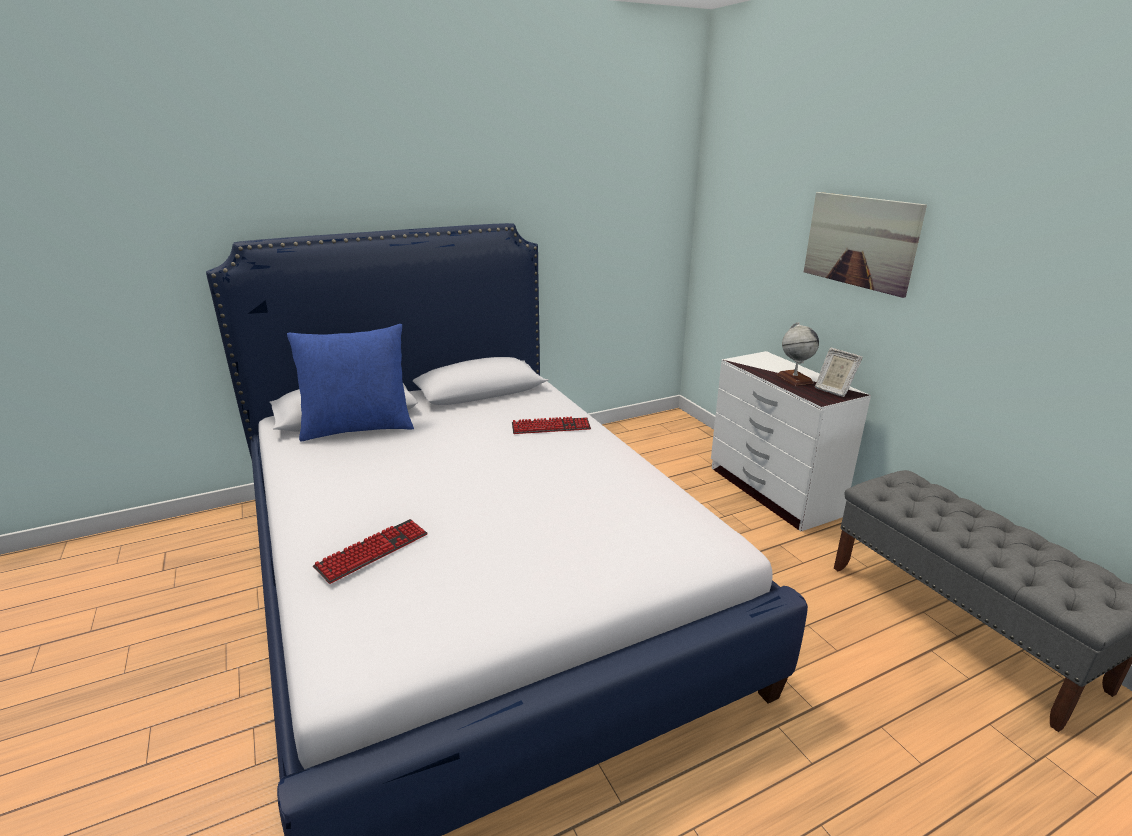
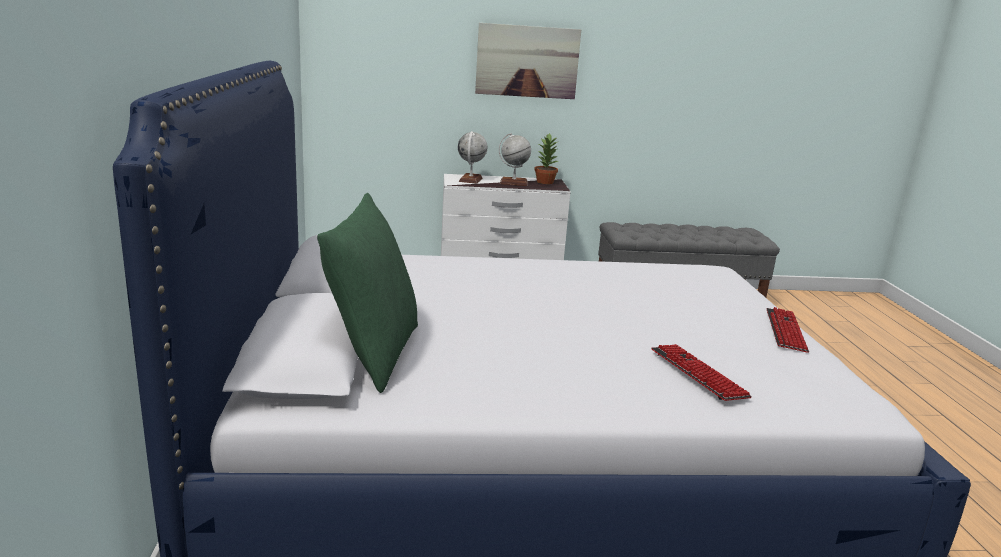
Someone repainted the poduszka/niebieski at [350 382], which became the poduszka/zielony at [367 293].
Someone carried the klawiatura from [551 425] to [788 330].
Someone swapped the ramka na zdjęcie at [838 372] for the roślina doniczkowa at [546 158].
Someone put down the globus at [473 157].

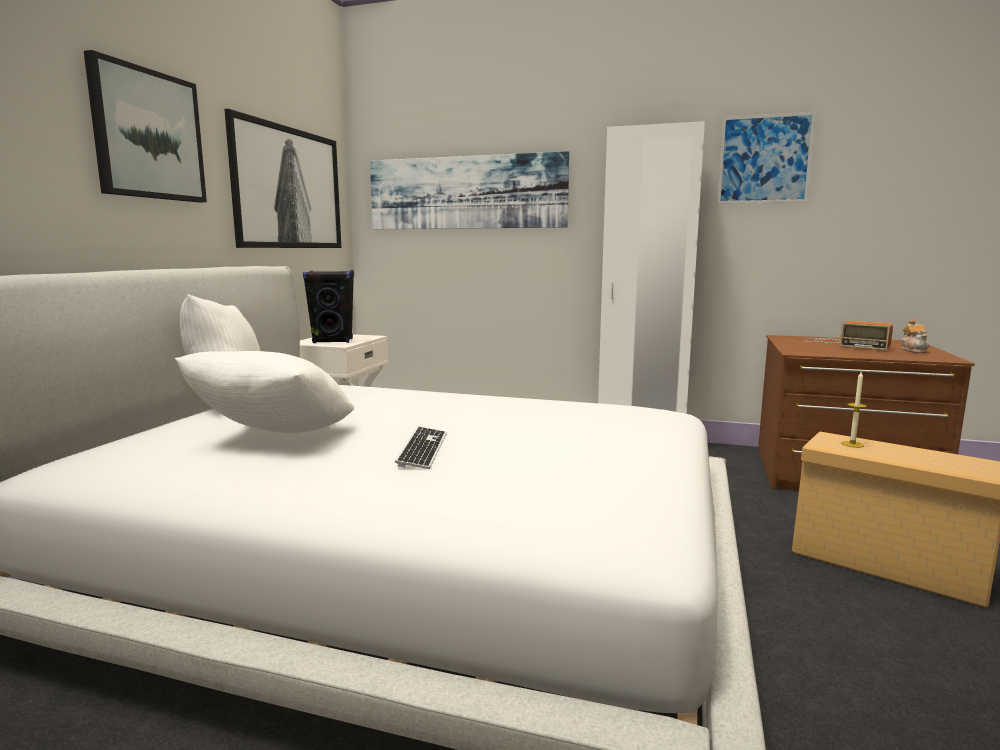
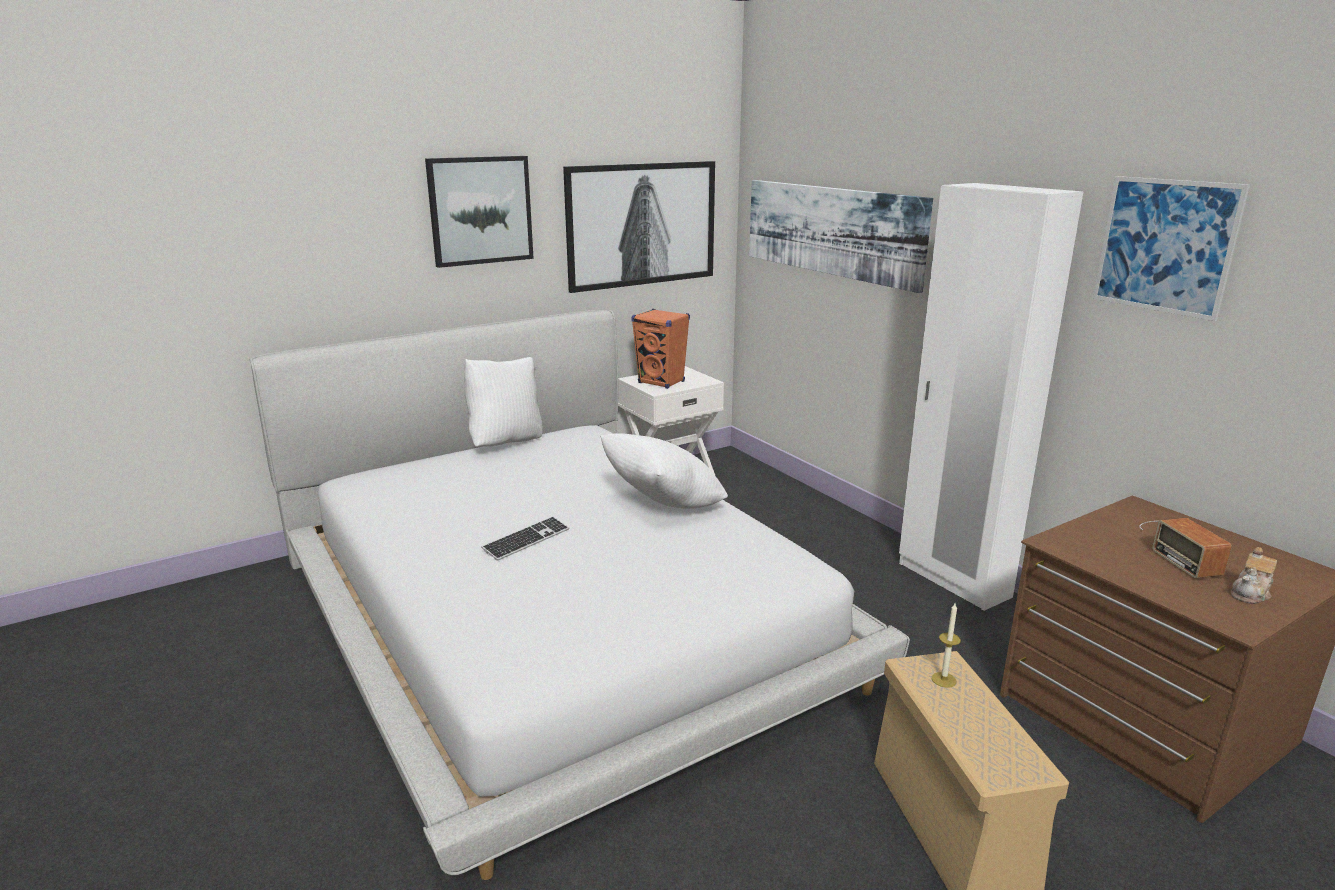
Someone carried the poduszka/biały from [264 392] to [664 471].
Someone repainted the głośnik/czarny at [328 306], which became the głośnik/pomarańczowy at [660 349].

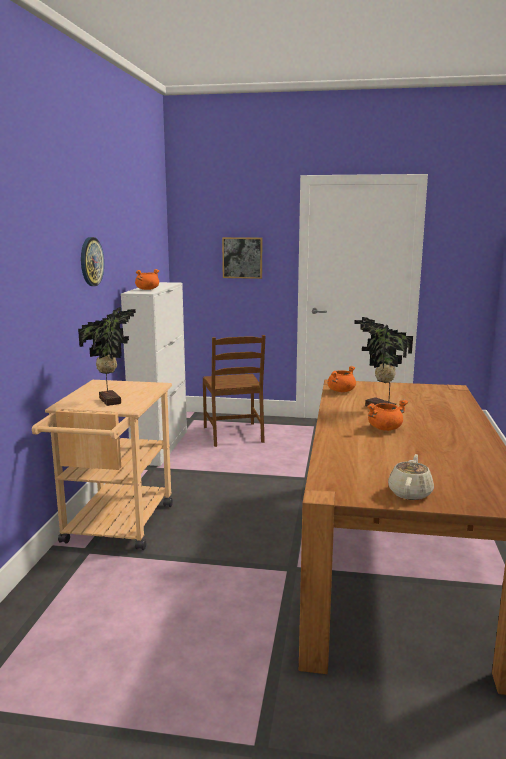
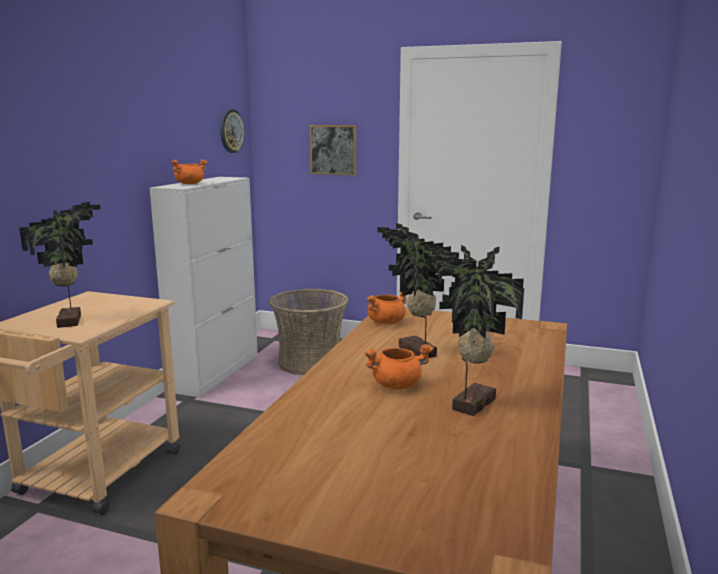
Someone carried the zegar ścienny from [92 261] to [232 131].
Someone swapped the krzesło/brązowy at [234 391] for the koszyk at [309 332].
Someone took away the imbryk/beżowy at [411 477].
Someone put down the roślina doniczkowa at [475 330].

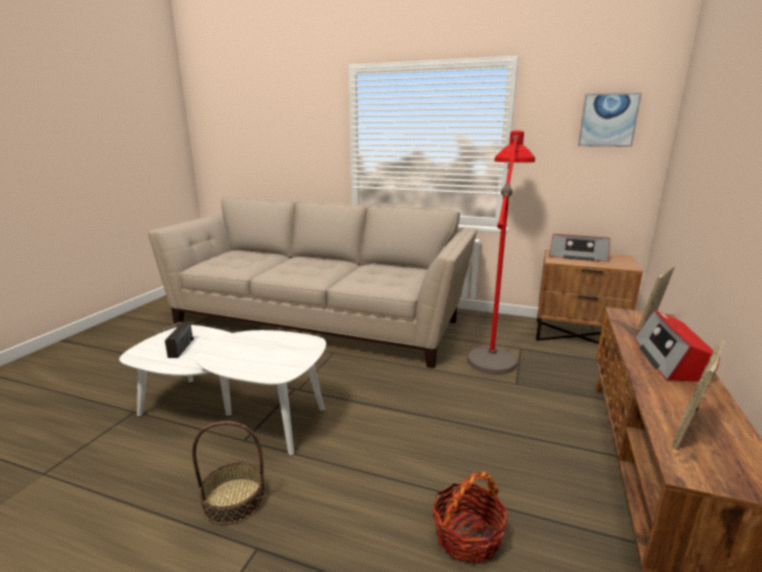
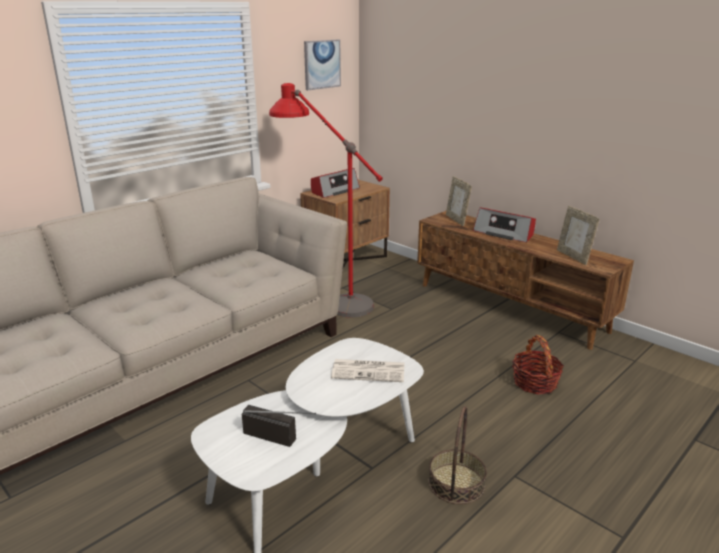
Someone put down the gazeta at [368 370].

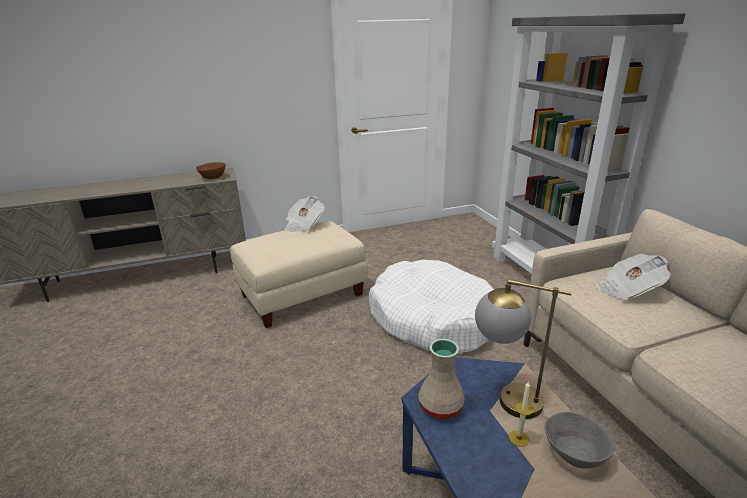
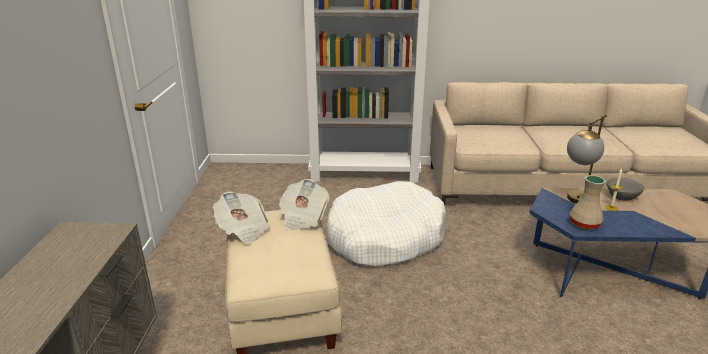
Someone took away the miska/brązowy at [211 170].
Someone carried the gazeta from [633 277] to [304 205].

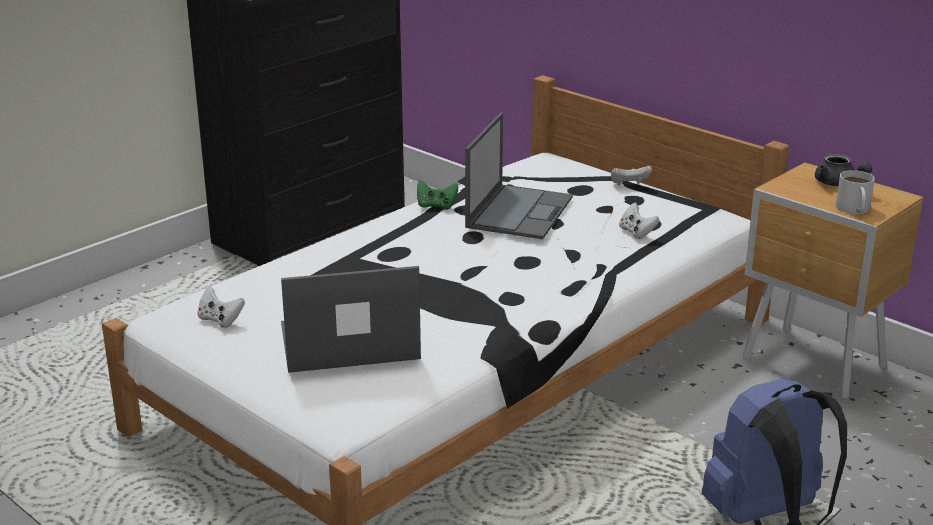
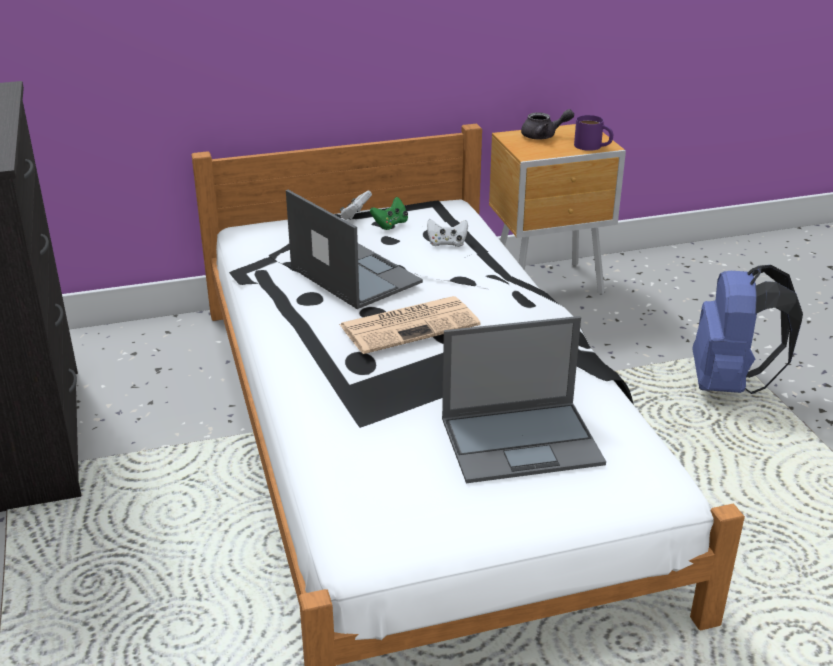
Someone took away the pad do gier/biały at [221 307].
Someone rotated the laptop at [351 319] by 120 degrees counterclockwise.
Someone carried the pad do gier/zielony from [437 195] to [389 213].
Someone repainted the kubek/biały at [855 192], which became the kubek/fioletowy at [593 133].
Someone put down the gazeta at [409 325].

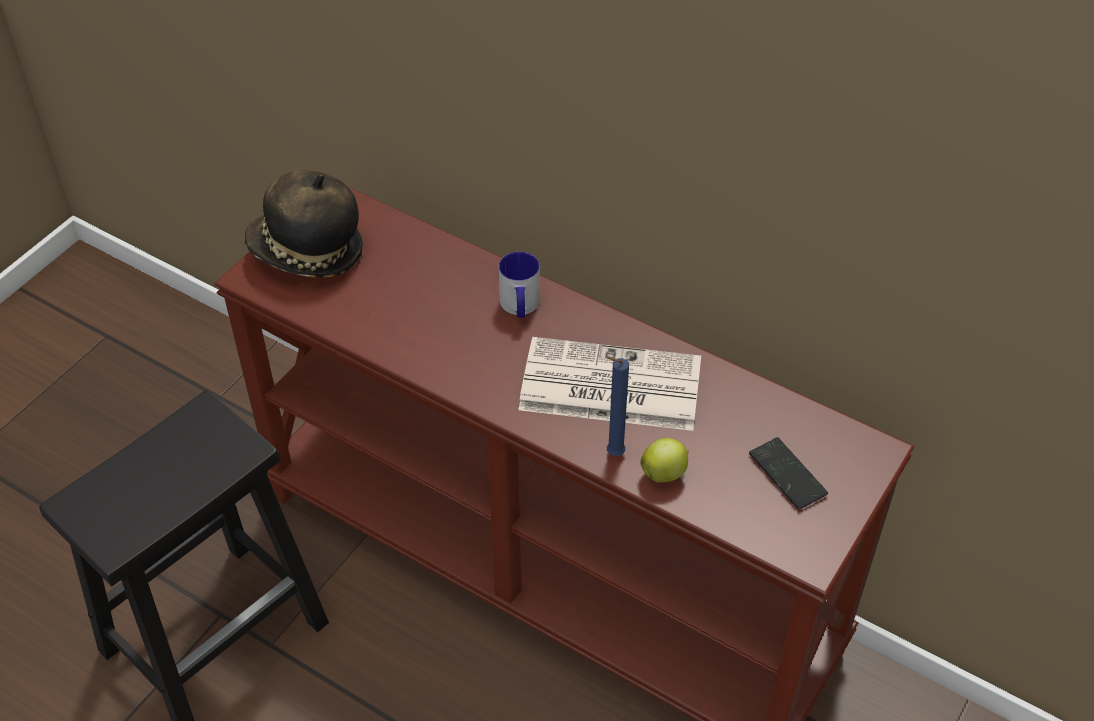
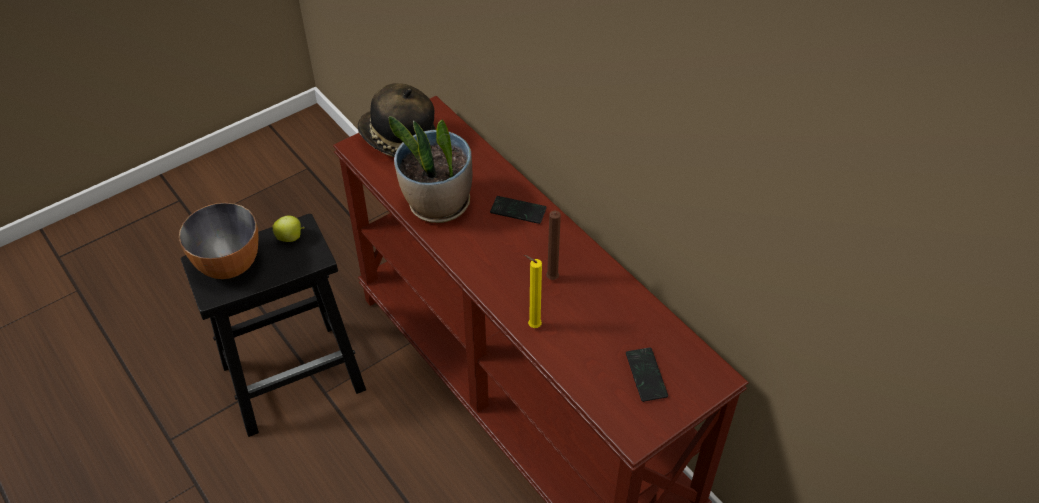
Someone swapped the kubek at [519 285] for the telefon at [518 210].
Someone swapped the gazeta at [610 384] for the świeca/brązowy at [553 245].
Someone repainted the świeca/niebieski at [617 406], which became the świeca/żółty at [533 291].
Someone carried the jabłko from [665 460] to [288 229].
Someone put down the miska at [219 241].
Someone put down the roślina doniczkowa at [430 169].

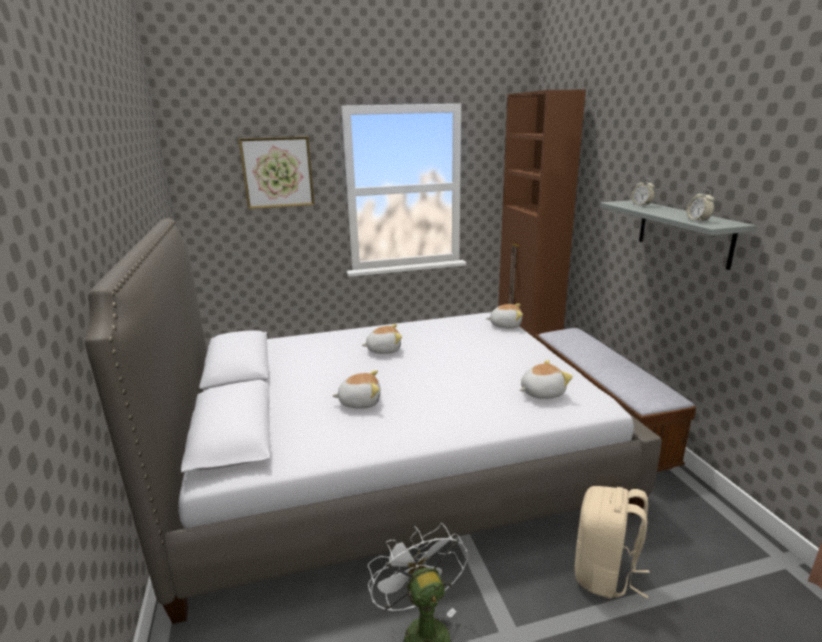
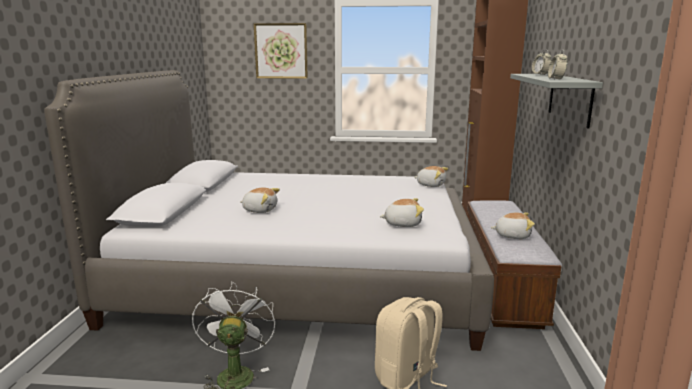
Someone carried the pluszak from [381 339] to [513 225].

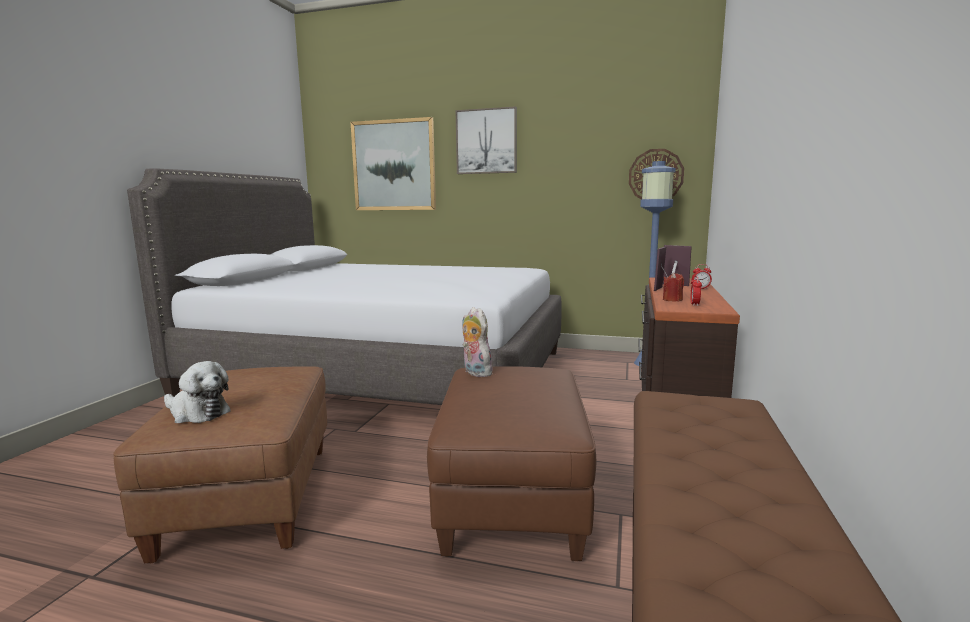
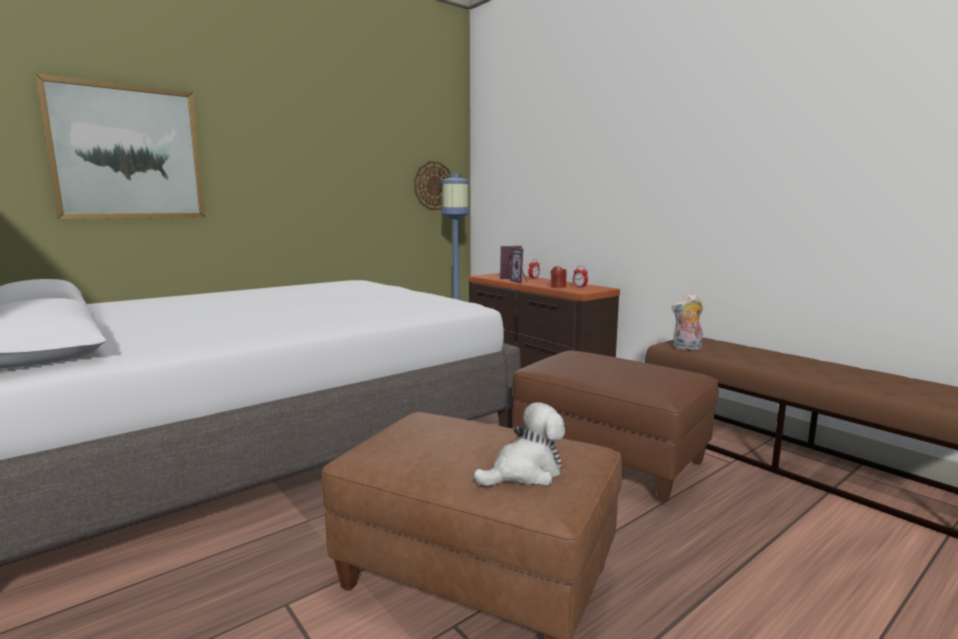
Someone took away the obraz at [486 140].
Someone carried the pluszak from [477 342] to [687 322].

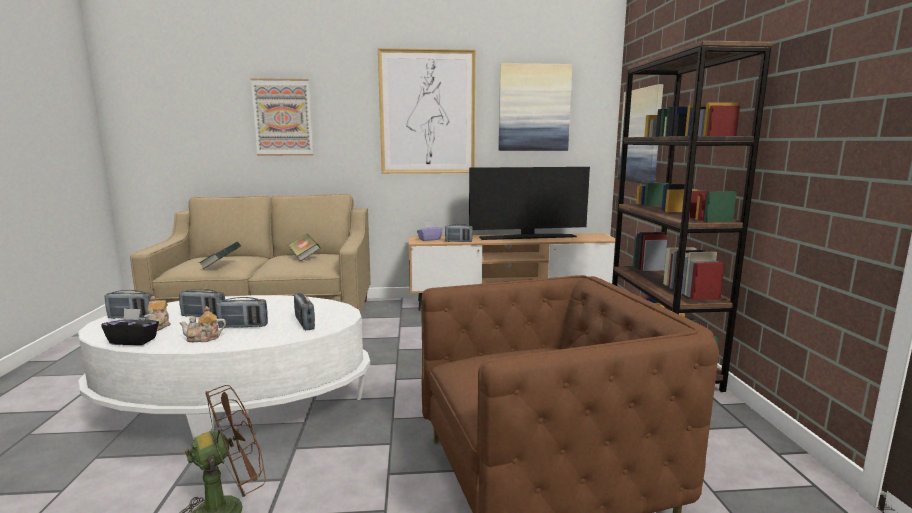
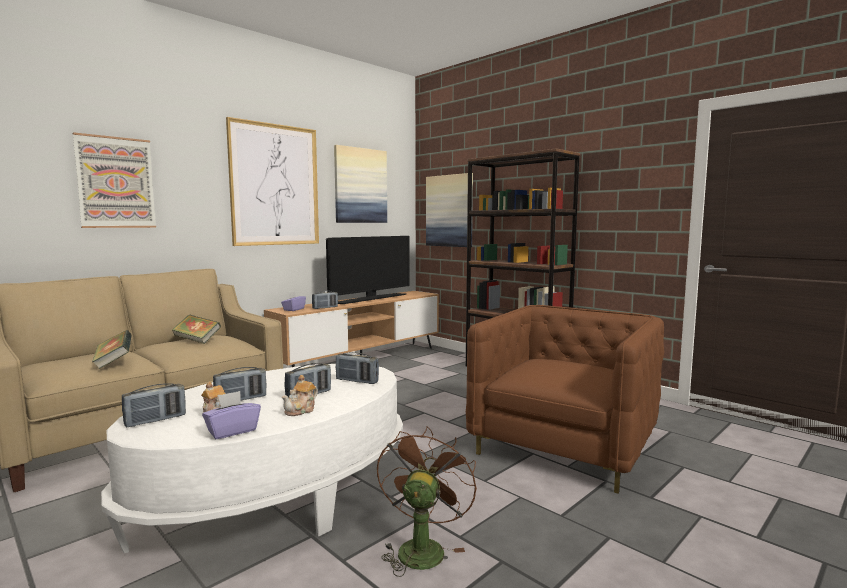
Someone repainted the pudełko chusteczek/czarny at [130 326], which became the pudełko chusteczek/fioletowy at [231 415].

